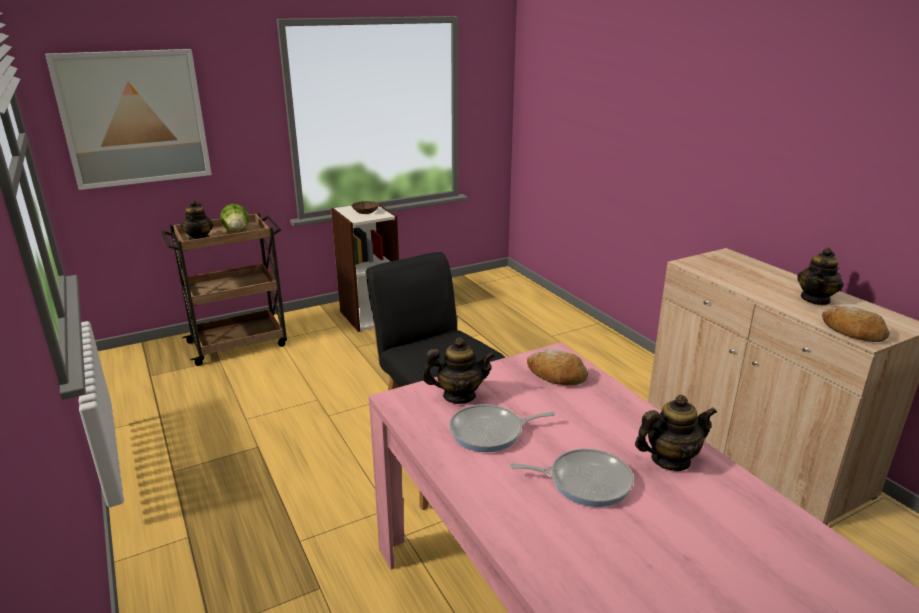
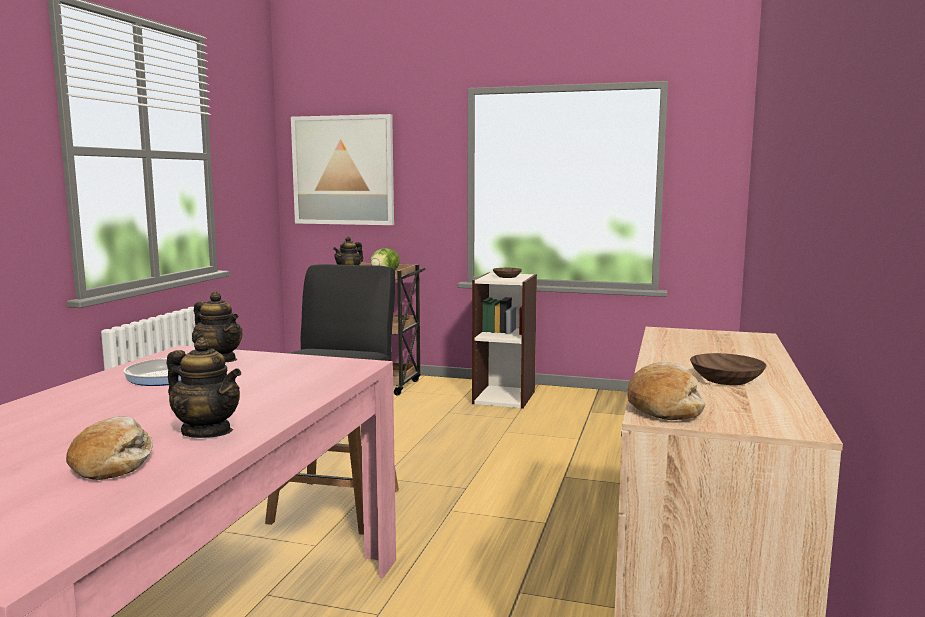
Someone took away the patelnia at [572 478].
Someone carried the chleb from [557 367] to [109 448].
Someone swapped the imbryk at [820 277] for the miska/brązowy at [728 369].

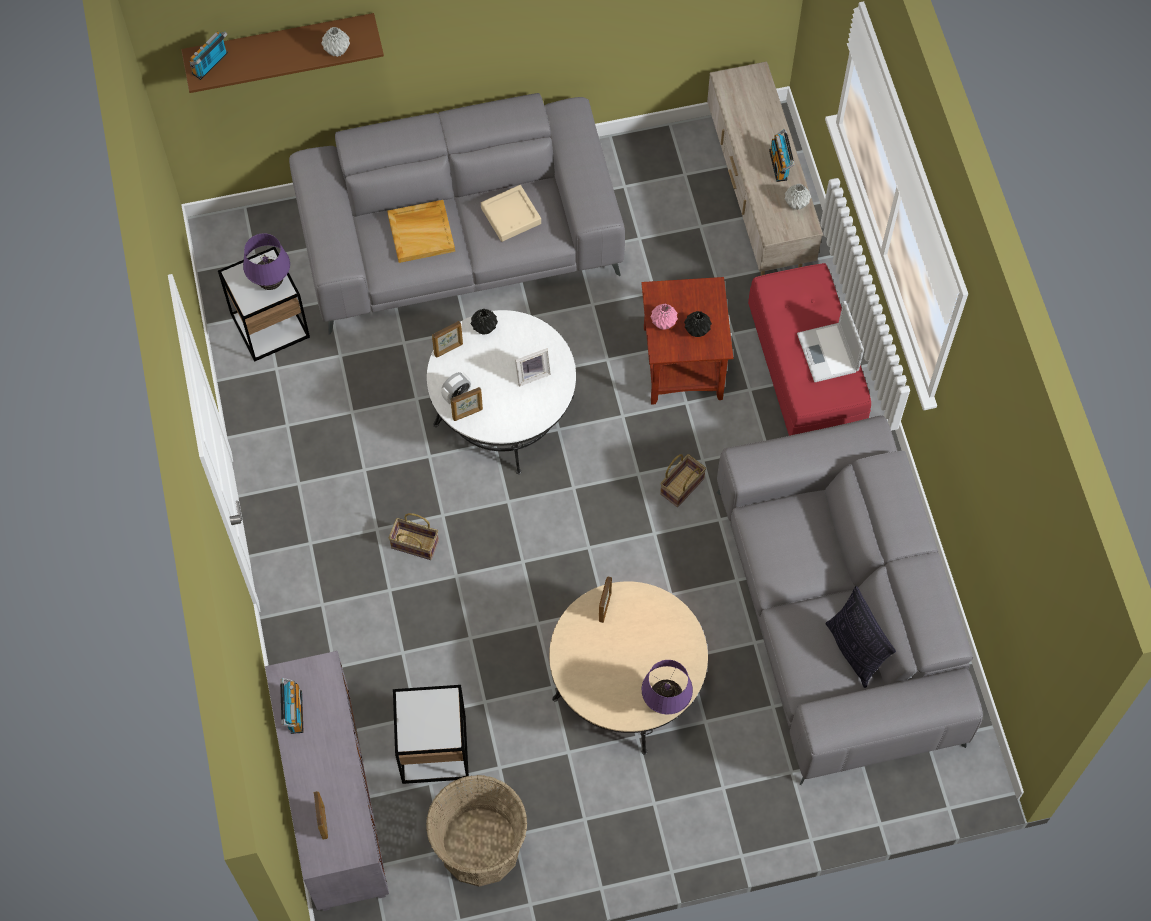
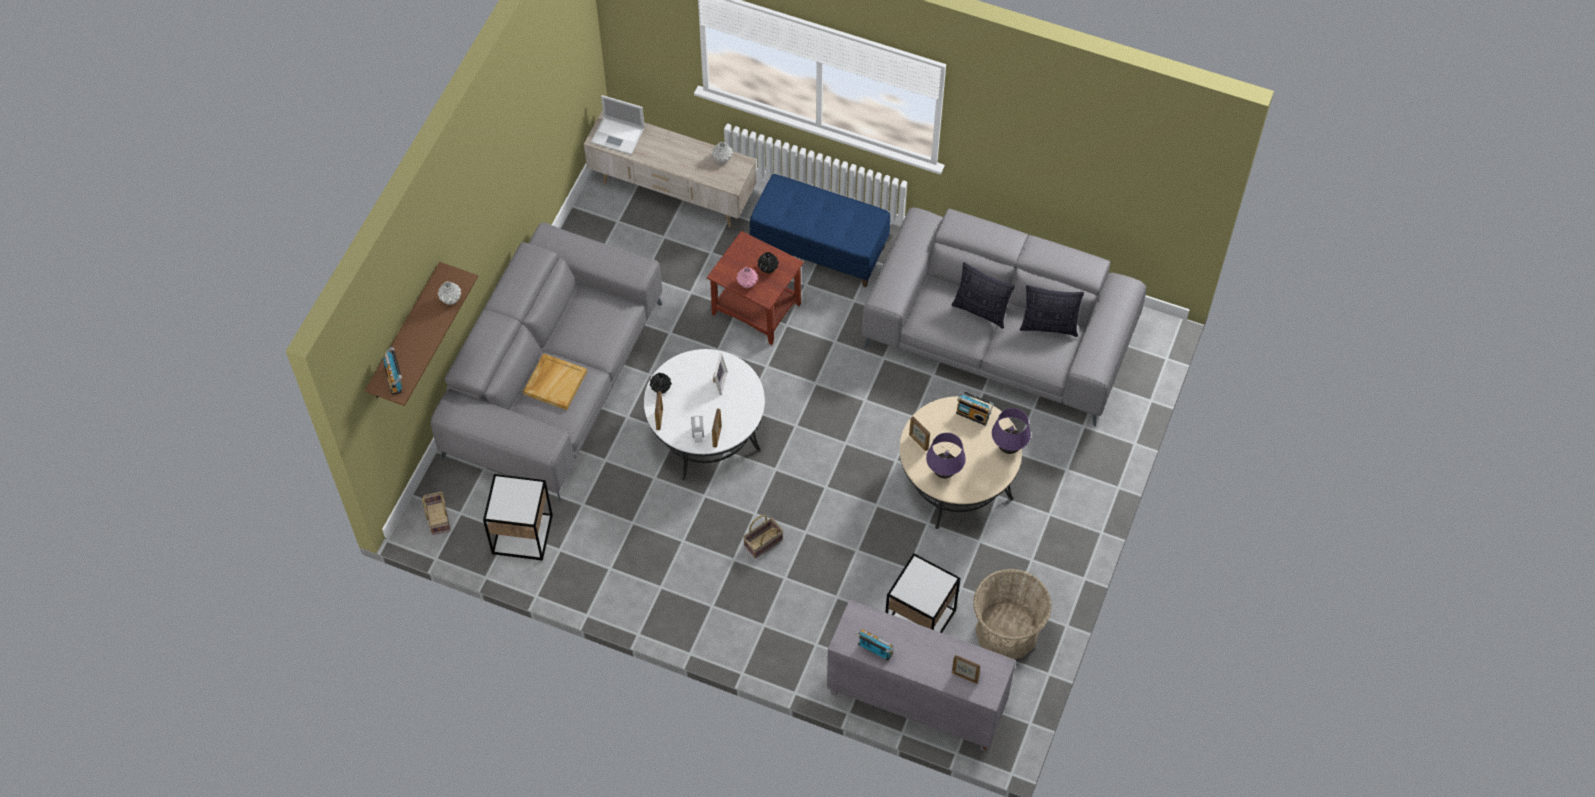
Someone carried the lampa stołowa/fioletowy from [266 261] to [946 456].
Someone took away the taca/beżowy at [511 213].
Someone carried the koszyk from [683 480] to [436 513].
Someone repainted the ławka/czerwony at [809 349], which became the ławka/niebieski at [820 230].
Someone carried the radio from [781 155] to [975 408].
Someone carried the laptop from [830 341] to [617 125].
Someone put down the poduszka at [983 295].

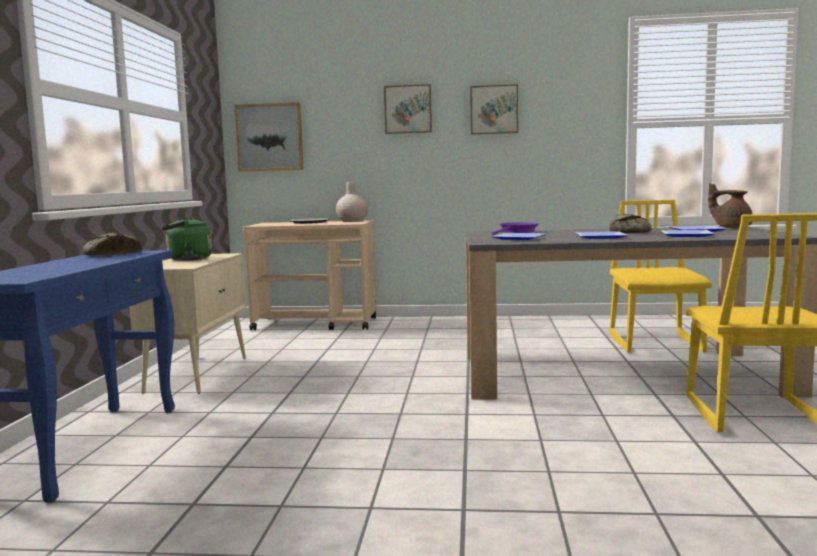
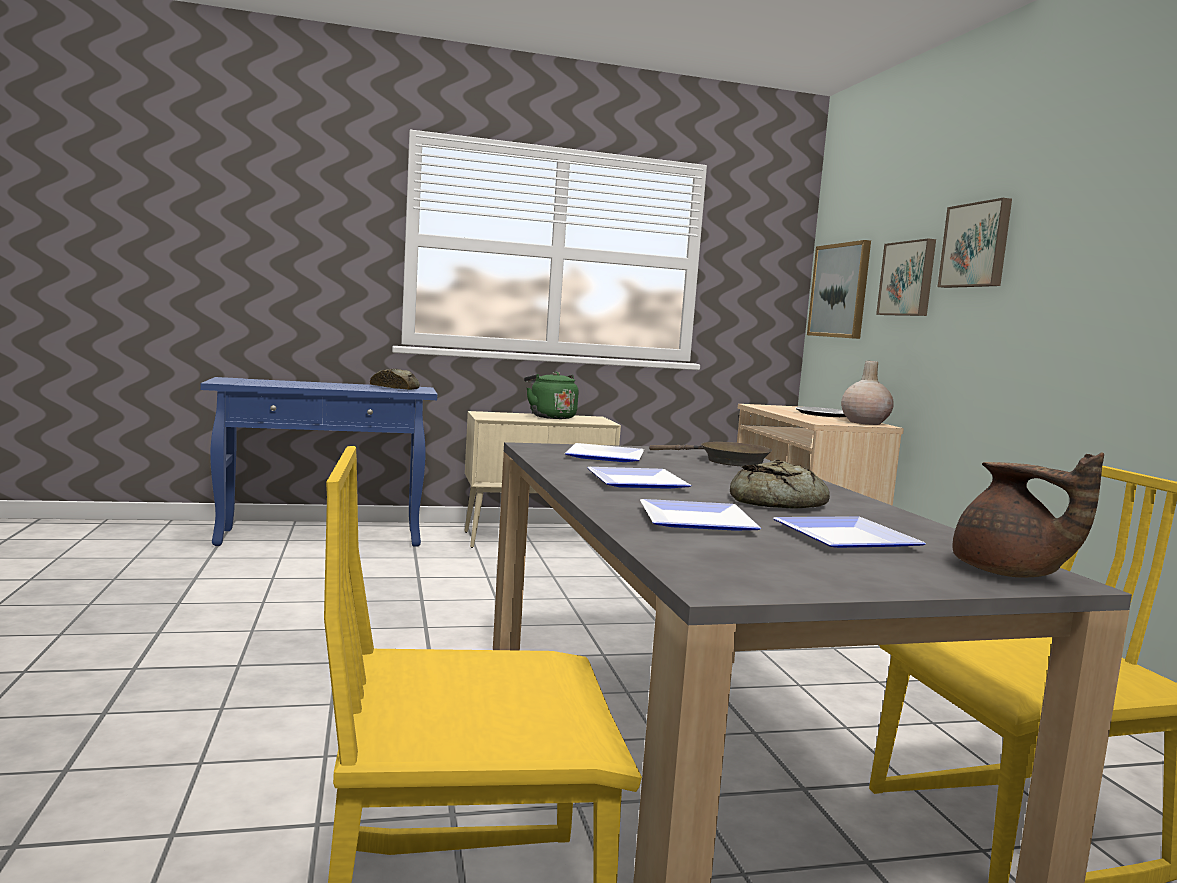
Someone carried the obraz from [494 109] to [906 277].
Someone repainted the patelnia/fioletowy at [515 228], which became the patelnia/brązowy at [710 454].
Someone rotated the imbryk/brązowy at [730 205] by 120 degrees clockwise.

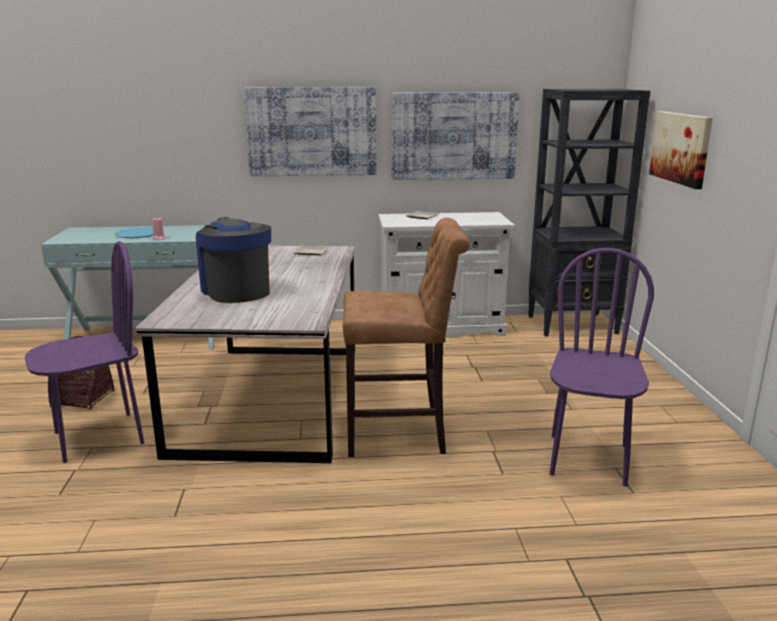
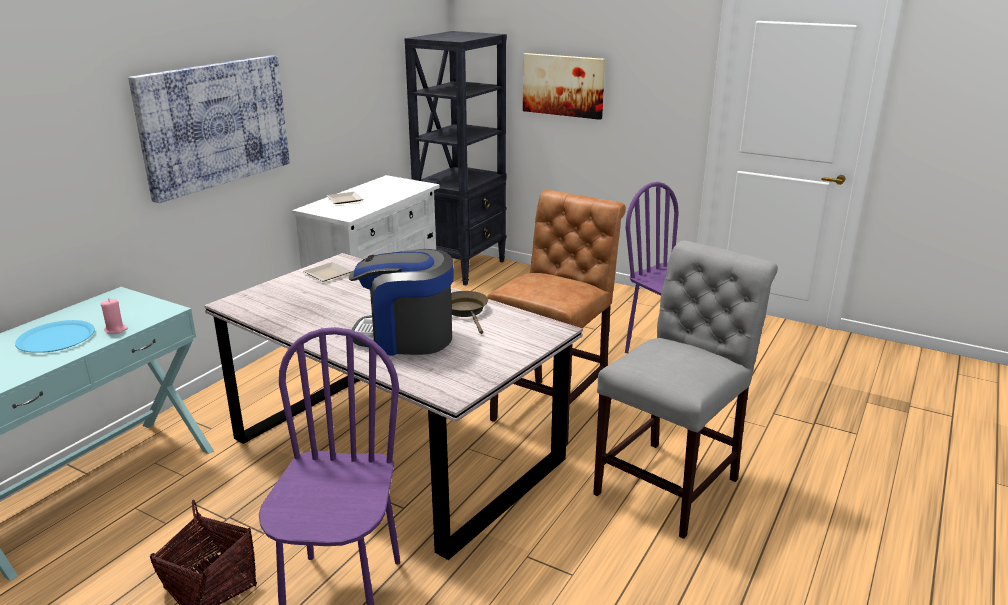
Someone took away the obraz at [455 136].
Someone put down the patelnia/brązowy at [469 312].
Someone put down the krzesło/szary at [685 390].

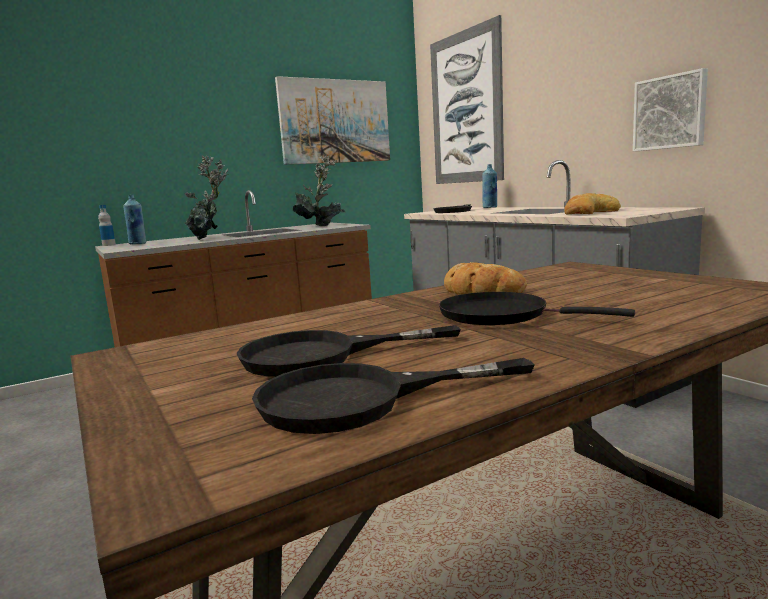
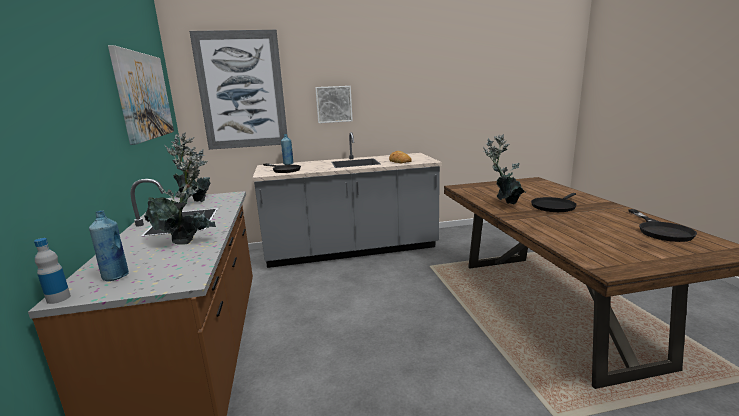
Someone took away the patelnia/czarny at [348 351].
Someone swapped the chleb at [485 278] for the roślina doniczkowa at [504 169].
Someone carried the obraz from [670 109] to [334 104].

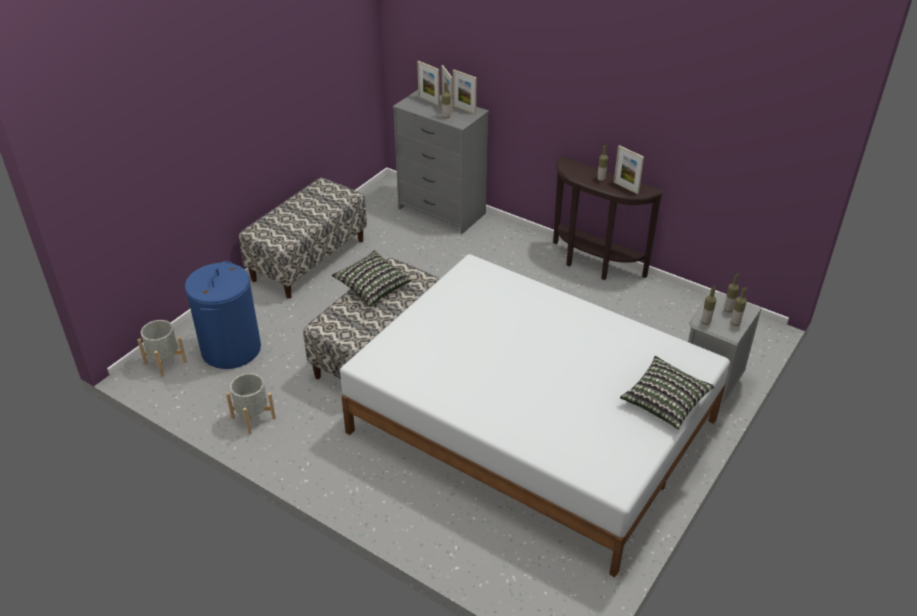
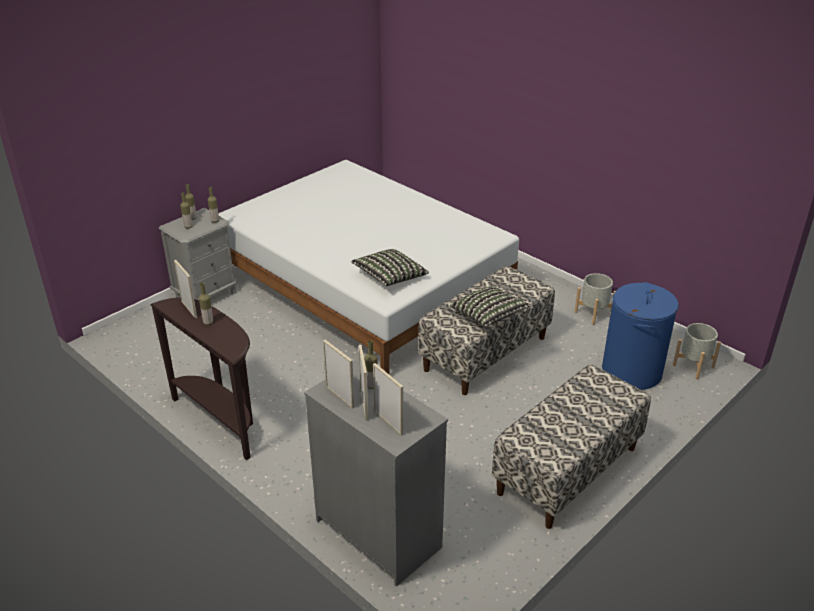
Someone carried the poduszka from [667 393] to [390 267].

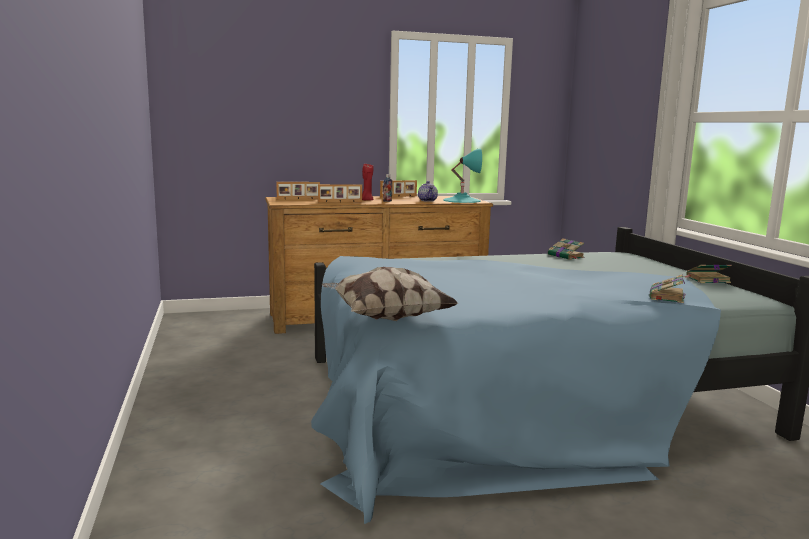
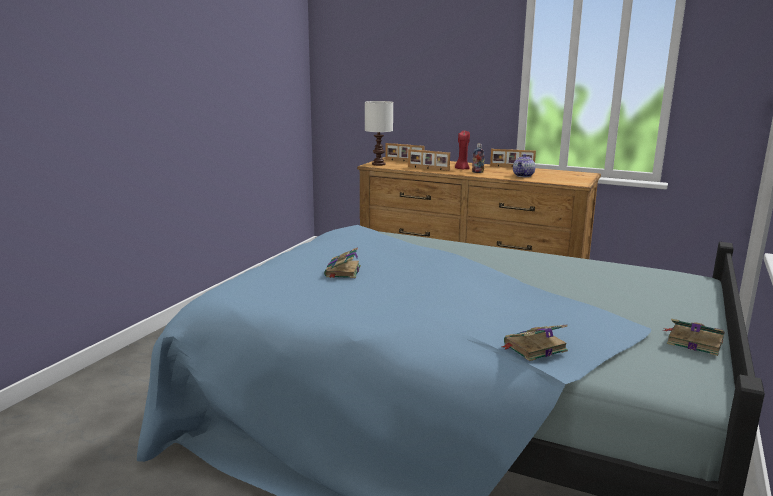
Someone took away the poduszka at [389 294].
Someone took away the lampa stołowa/turkusowy at [462 175].
Someone carried the książka from [566 249] to [342 262].
Someone put down the lampa stołowa/biały at [379 133].

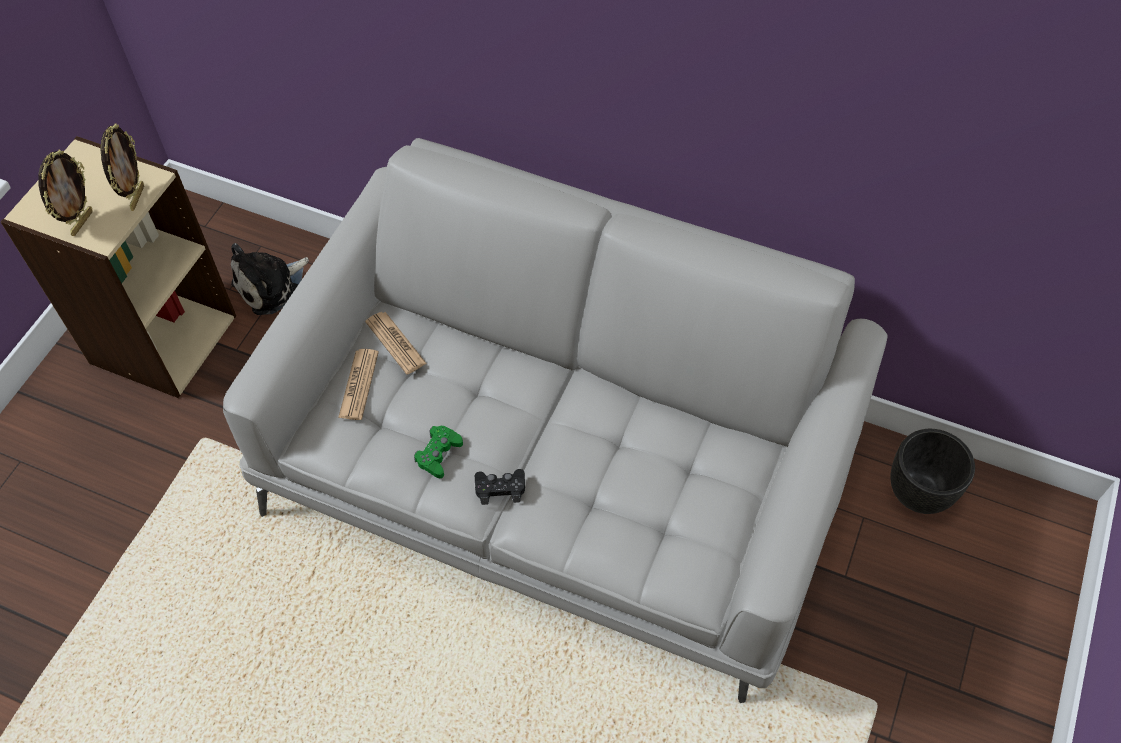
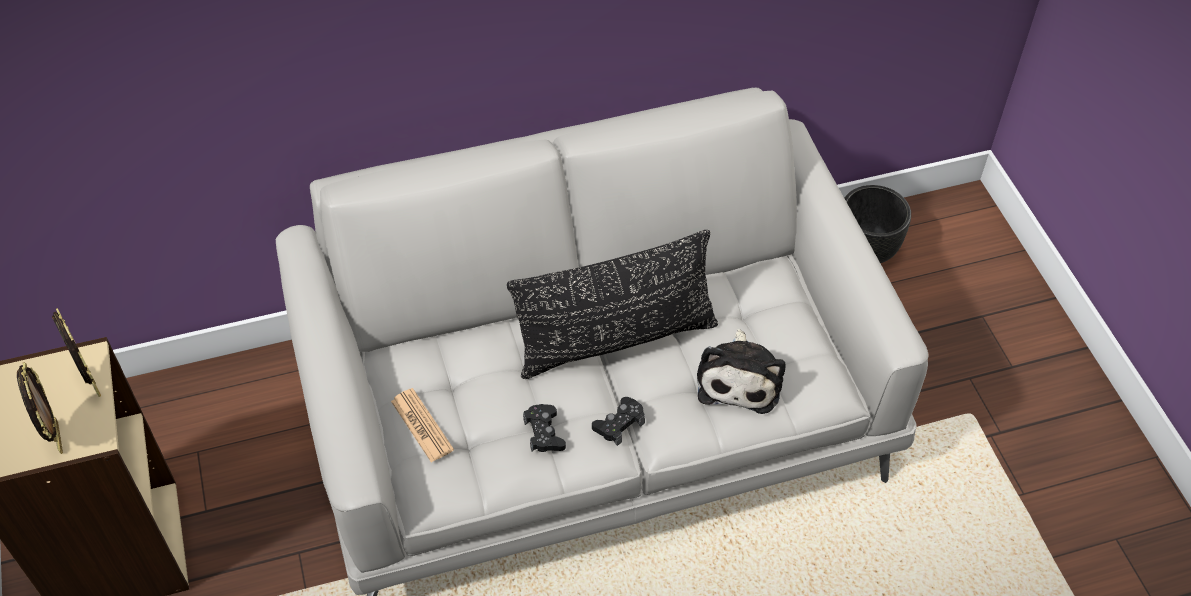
Someone carried the pluszak from [270 279] to [741 371].
Someone took away the gazeta at [396 343].
Someone repainted the pad do gier/zielony at [438 452], which became the pad do gier/czarny at [544 428].
Someone put down the poduszka/czarny at [612 304].

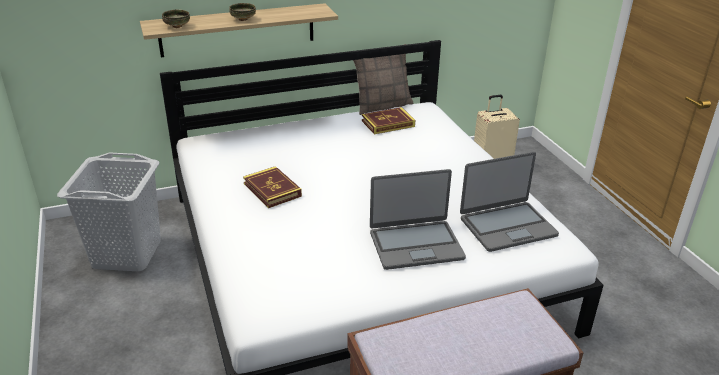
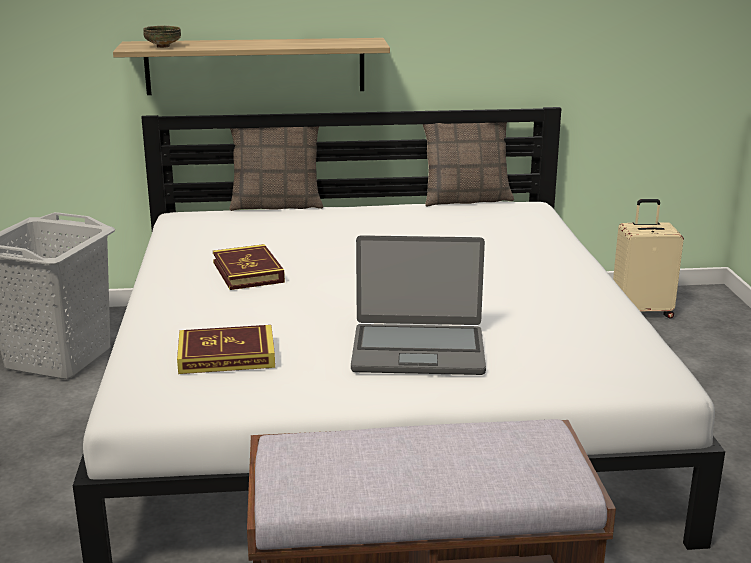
Someone took away the miska at [242 12].
Someone carried the książka from [388 120] to [226 349].
Someone took away the laptop at [509 202].
Someone put down the poduszka at [276 169].

